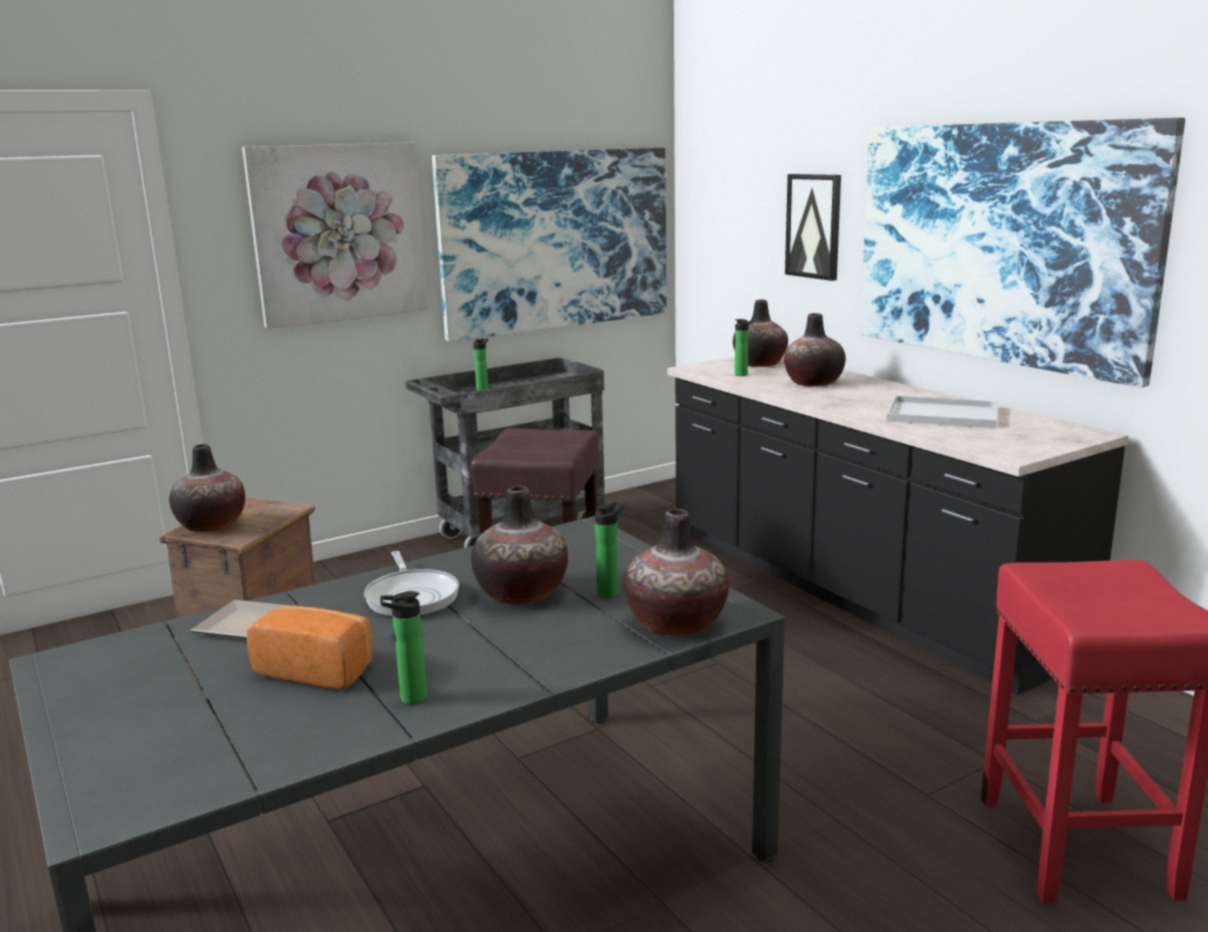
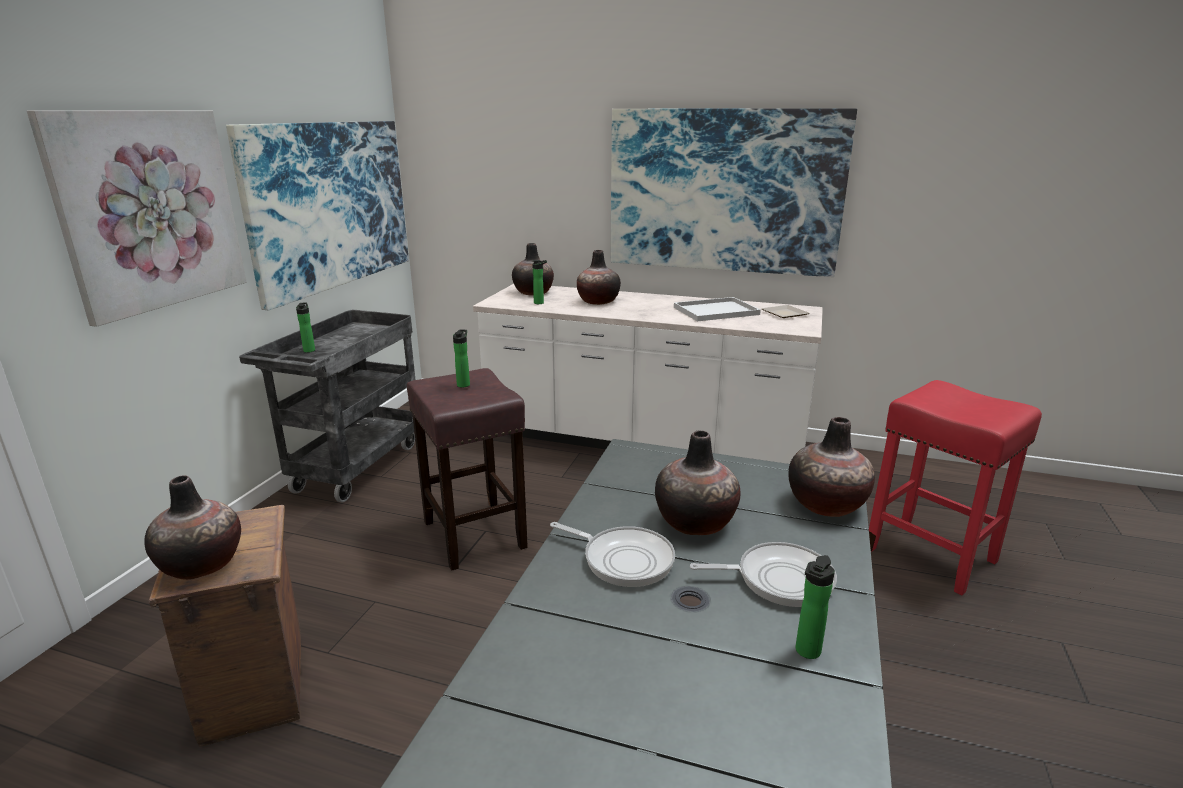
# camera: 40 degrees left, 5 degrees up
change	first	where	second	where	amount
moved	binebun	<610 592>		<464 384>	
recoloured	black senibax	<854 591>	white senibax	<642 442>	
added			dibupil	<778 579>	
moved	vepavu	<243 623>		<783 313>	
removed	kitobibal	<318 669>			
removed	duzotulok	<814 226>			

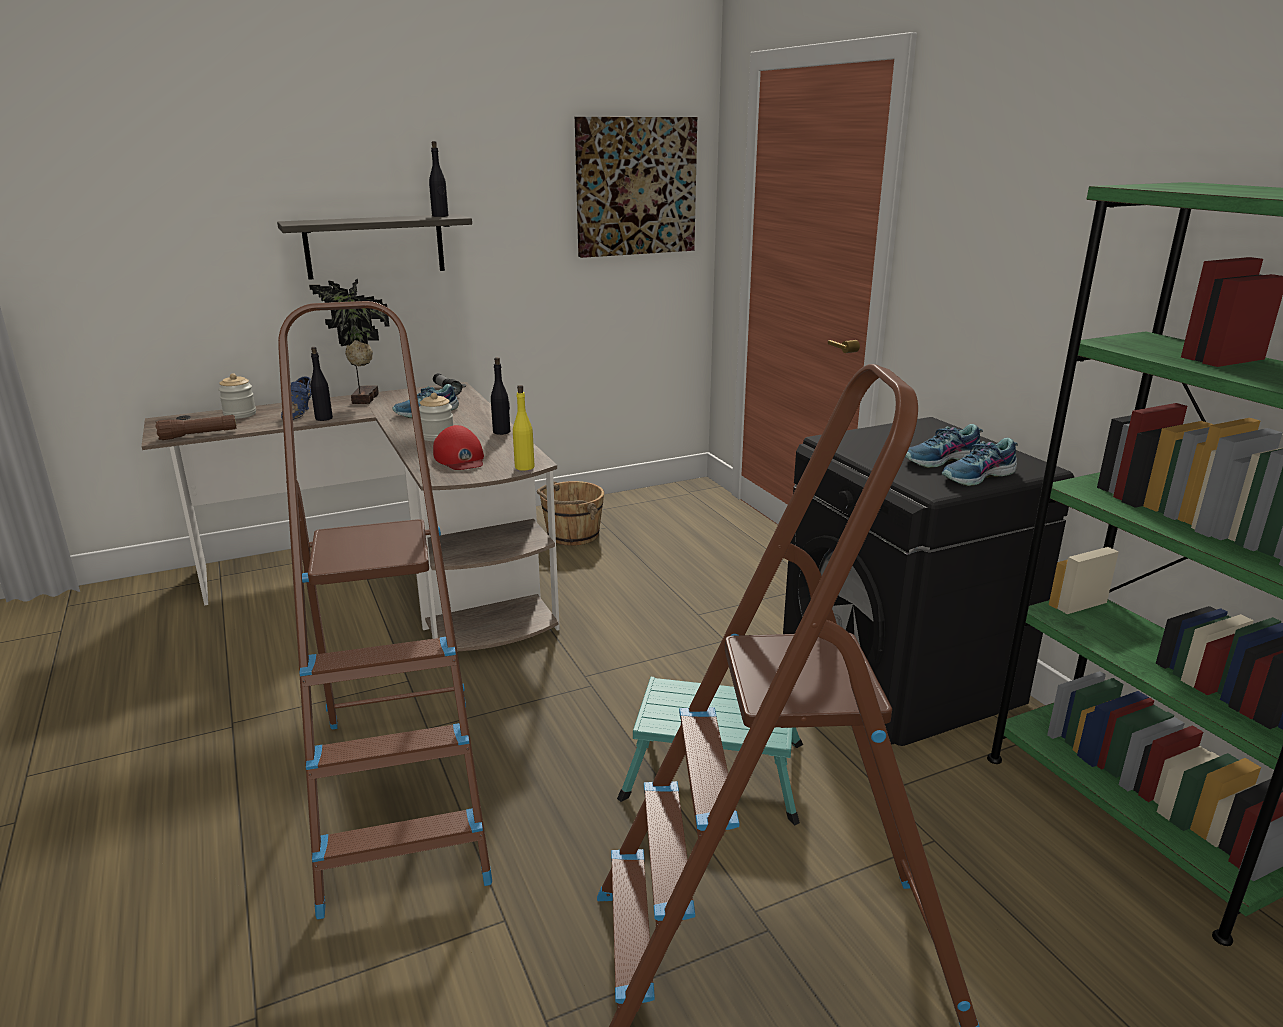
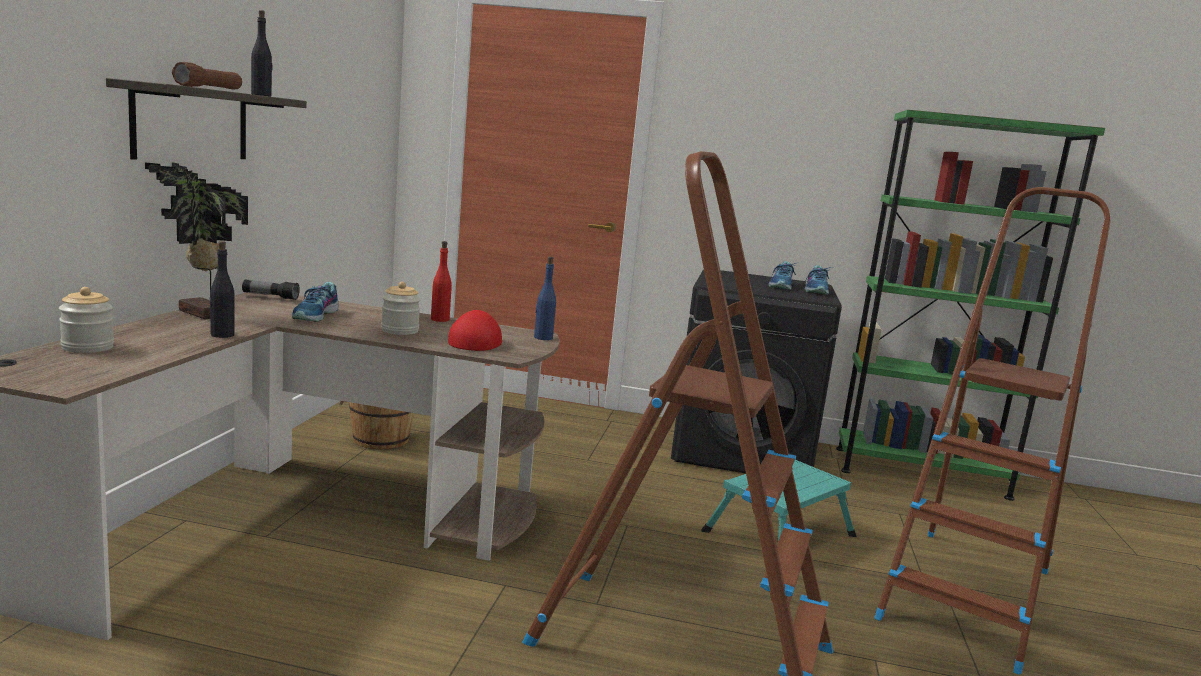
# camera: 55 degrees left, 10 degrees down
change	first	where	second	where	amount
moved	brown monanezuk	<198 435>		<209 89>	
recoloured	black binebun	<502 432>	red binebun	<440 319>	
turned	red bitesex	<460 458>		<477 341>	90 degrees counterclockwise
recoloured	yellow binebun	<524 467>	blue binebun	<543 338>	
removed	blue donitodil	<299 413>			
removed	duzotulok	<635 186>			

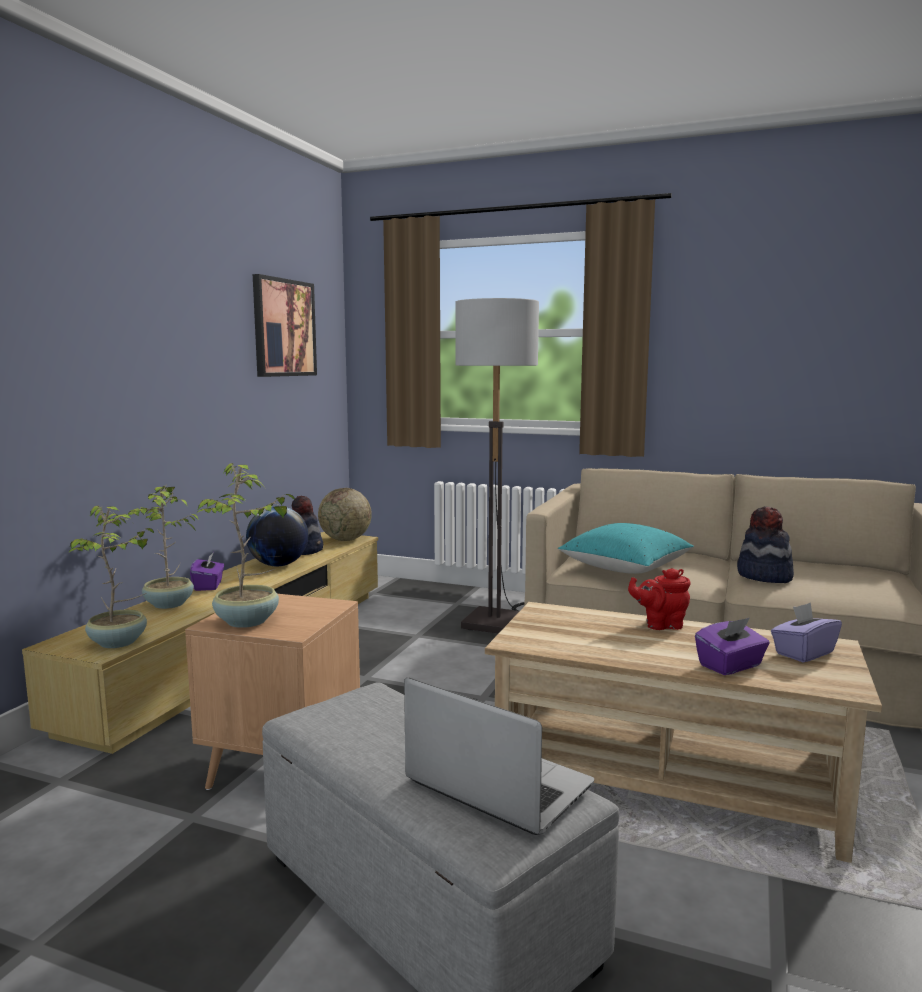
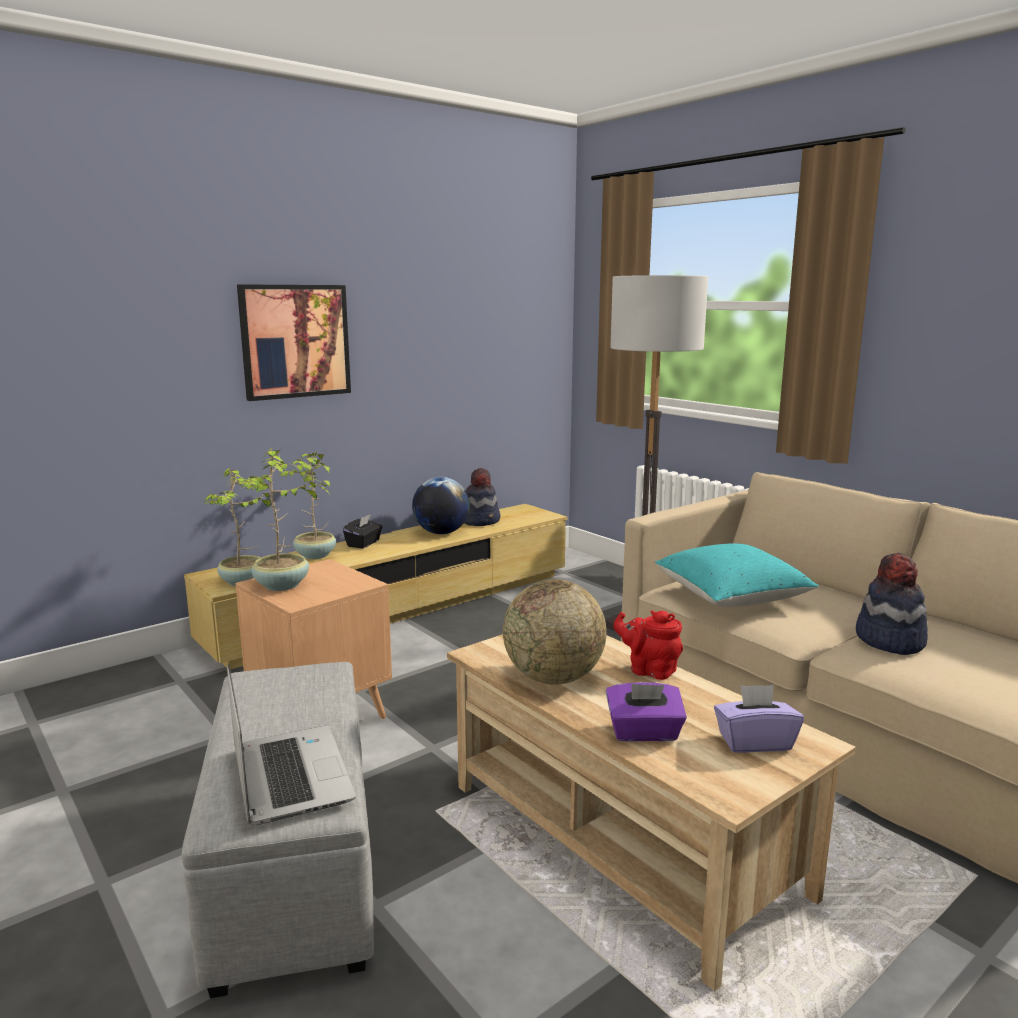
# camera: 30 degrees right, 5 degrees up
change	first	where	second	where	amount
moved	duzotulok	<284 328>		<295 341>	
recoloured	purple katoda	<208 586>	black katoda	<364 543>	
moved	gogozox	<345 540>		<554 678>	

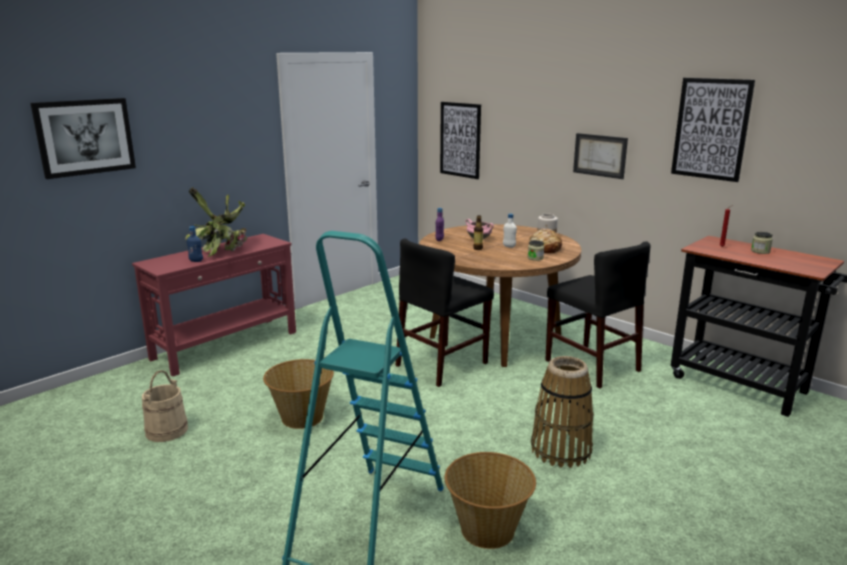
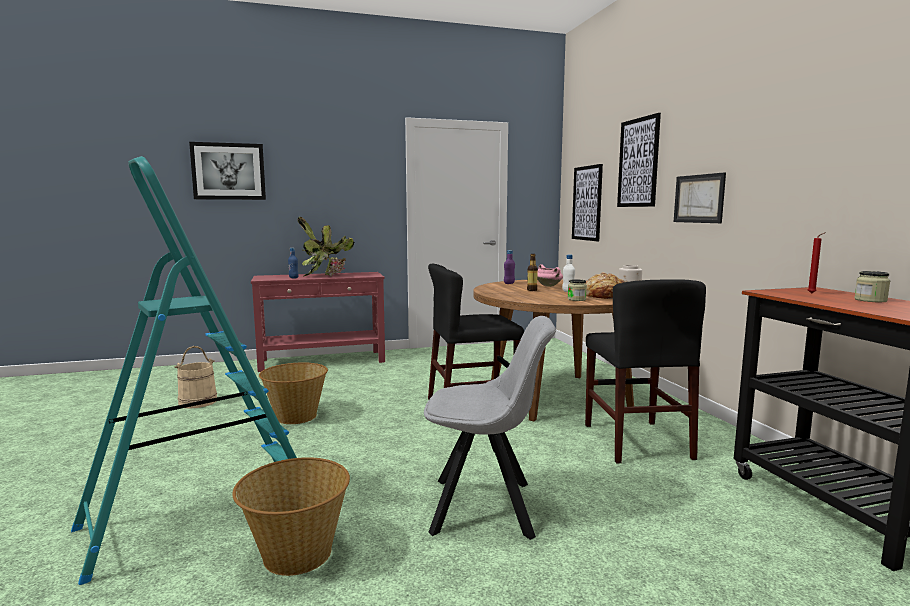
# camera: 30 degrees right, 10 degrees down
change	first	where	second	where	amount
replaced	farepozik	<561 450>	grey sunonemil	<486 507>	
moved	duzotulok	<711 129>		<638 163>	

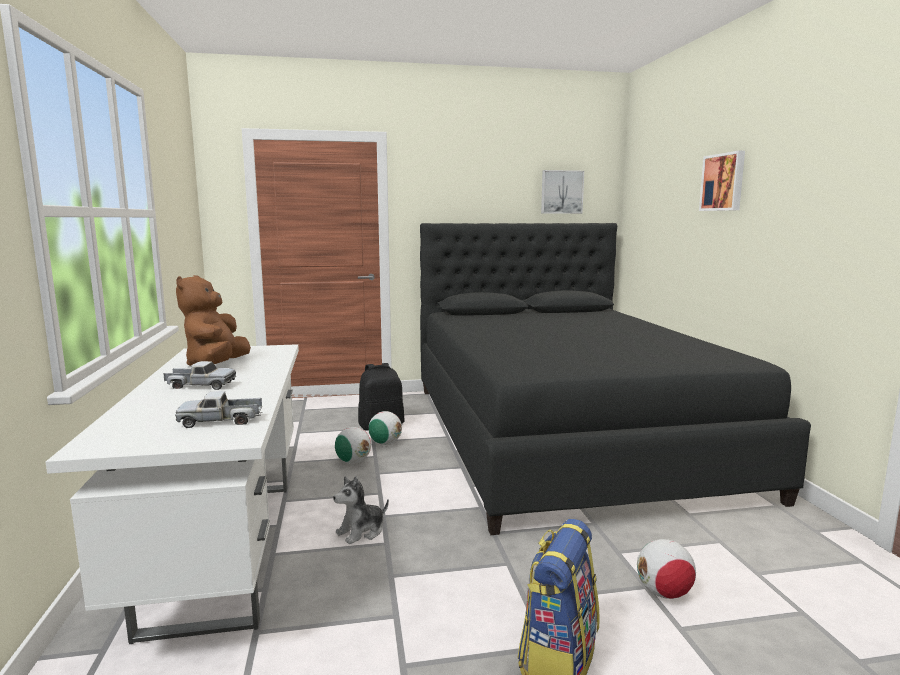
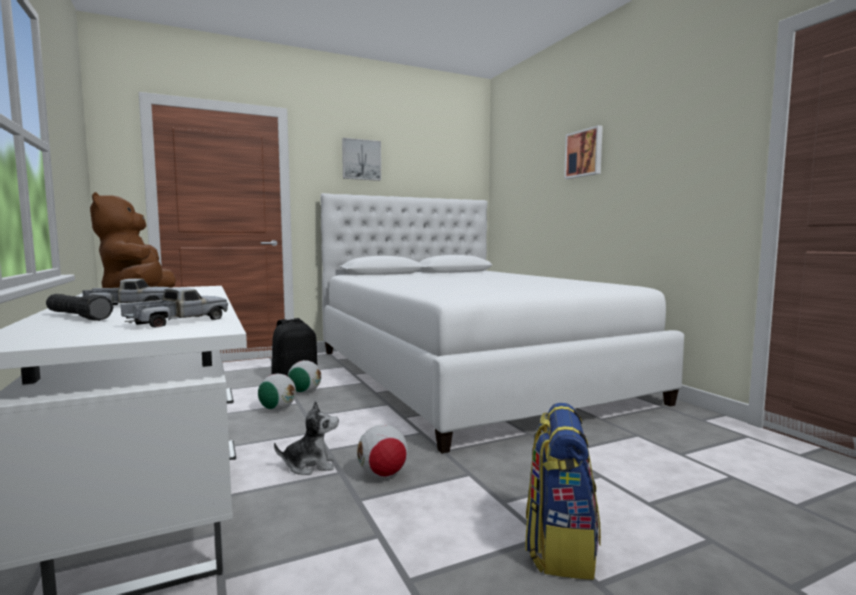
# camera: 15 degrees left, 5 degrees down
change	first	where	second	where	amount
added			black monanezuk	<78 317>	
turned	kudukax	<221 421>		<177 322>	150 degrees clockwise
turned	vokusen	<361 531>		<310 465>	135 degrees counterclockwise
recoloured	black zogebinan	<564 435>	white zogebinan	<467 374>	
moved	duzotulok	<561 192>		<361 160>	
moved	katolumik	<663 593>		<382 474>	

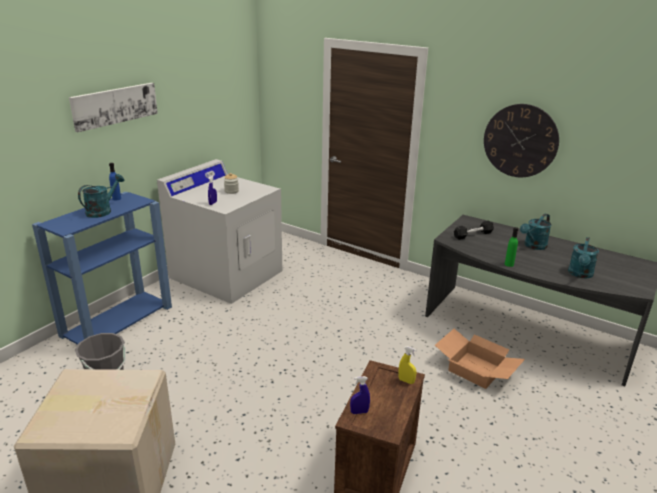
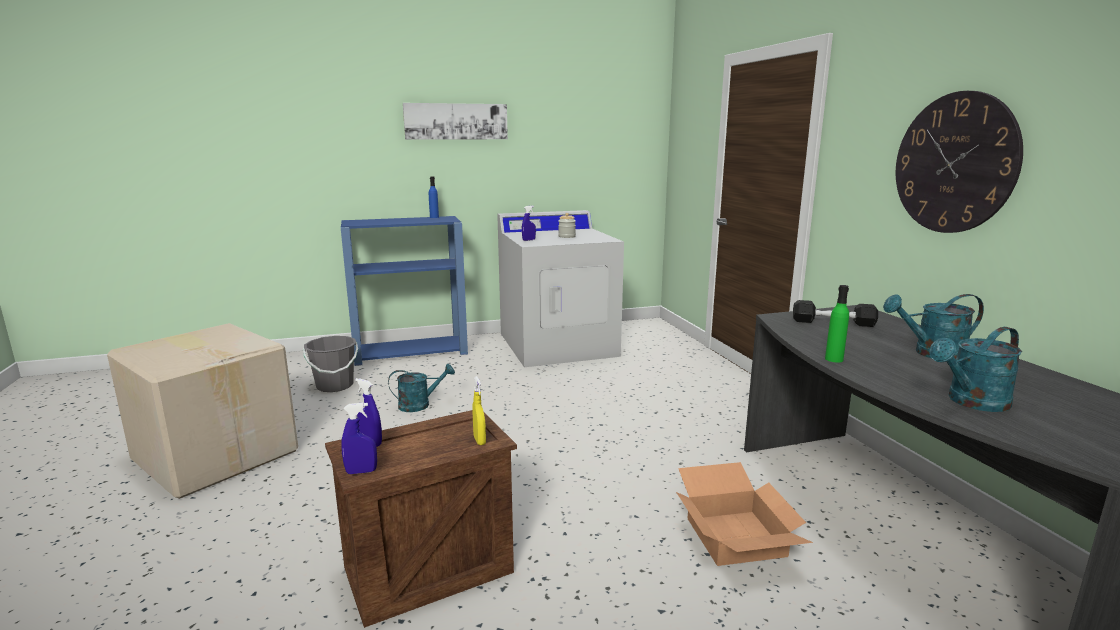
# camera: 40 degrees right, 10 degrees down
change	first	where	second	where	amount
added			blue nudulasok	<361 471>	
moved	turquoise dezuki	<102 211>		<420 405>	

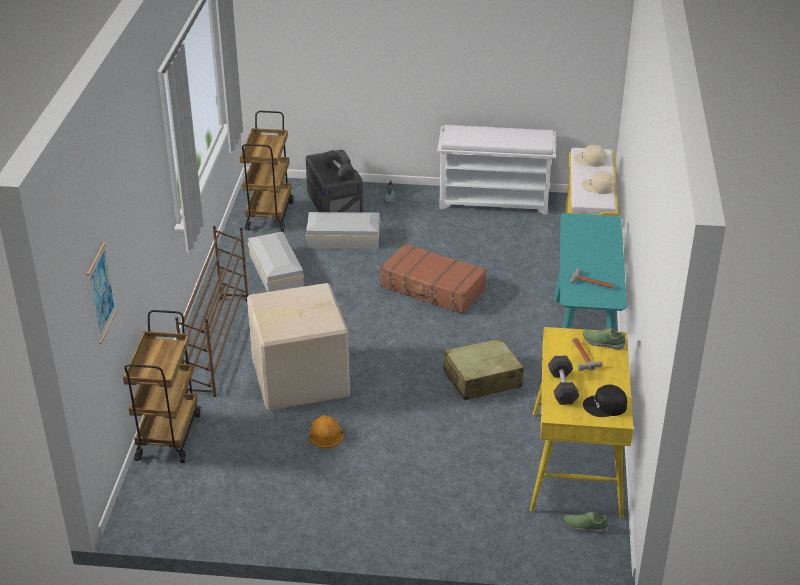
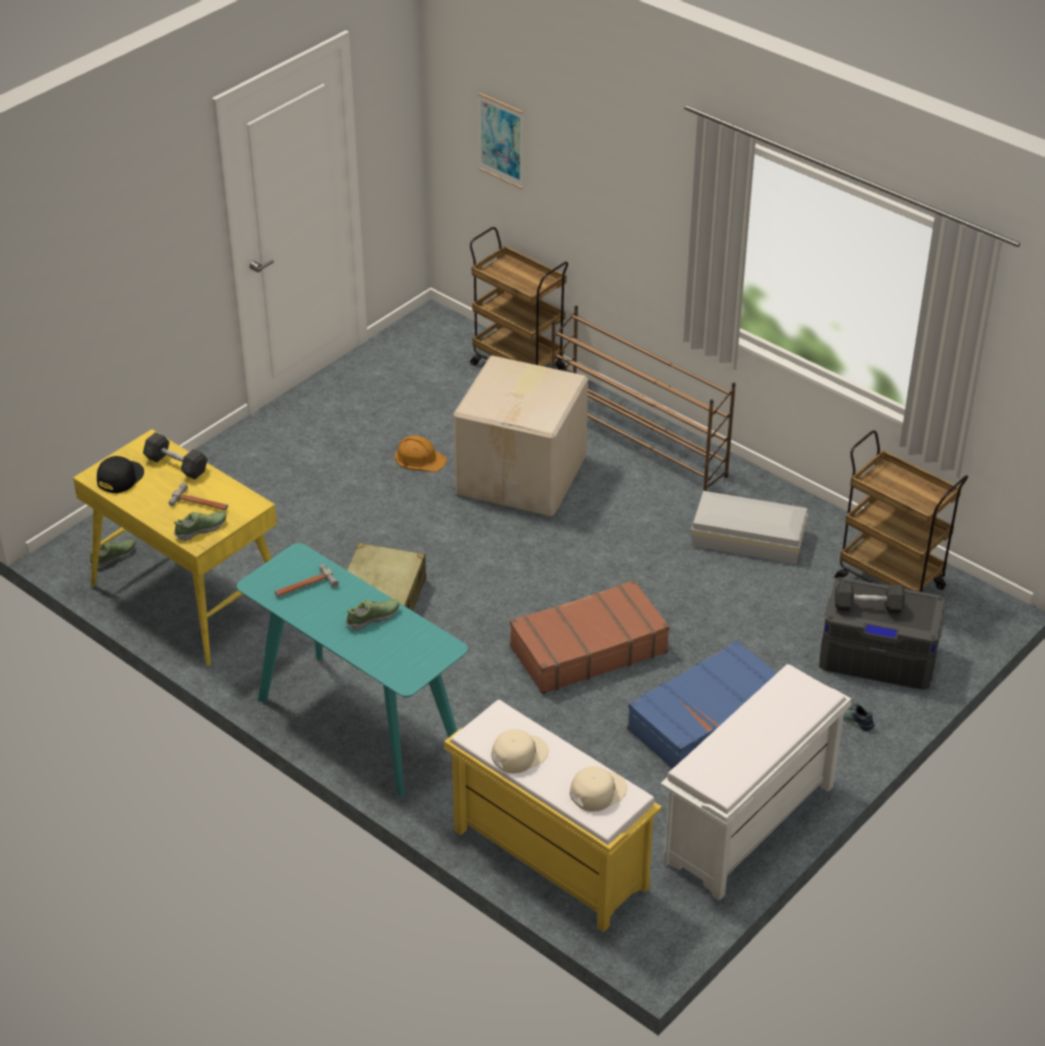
# camera: 125 degrees right, 5 degrees up
change	first	where	second	where	amount
added			donitodil	<373 618>	
added			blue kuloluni	<708 720>	
removed	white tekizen	<344 239>			

